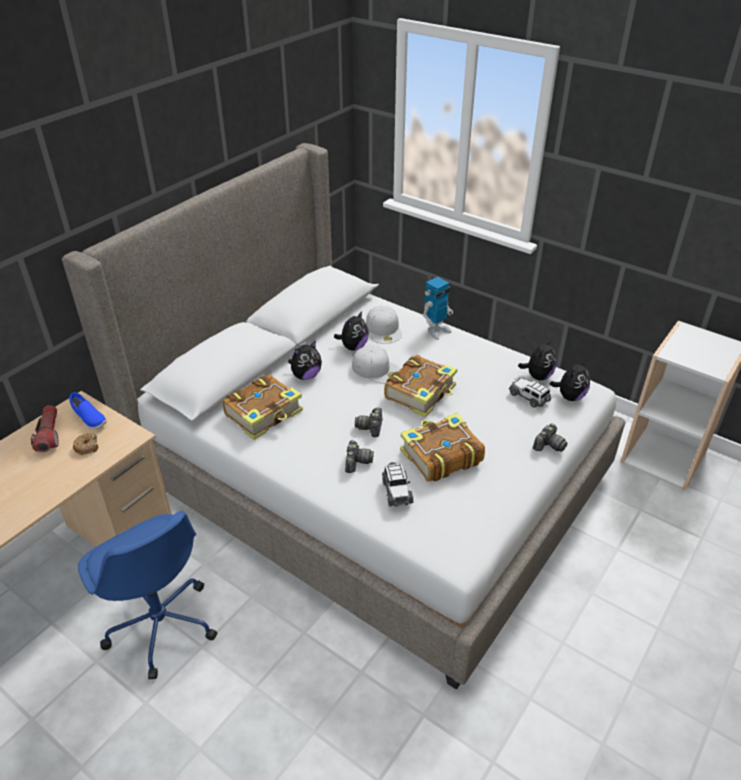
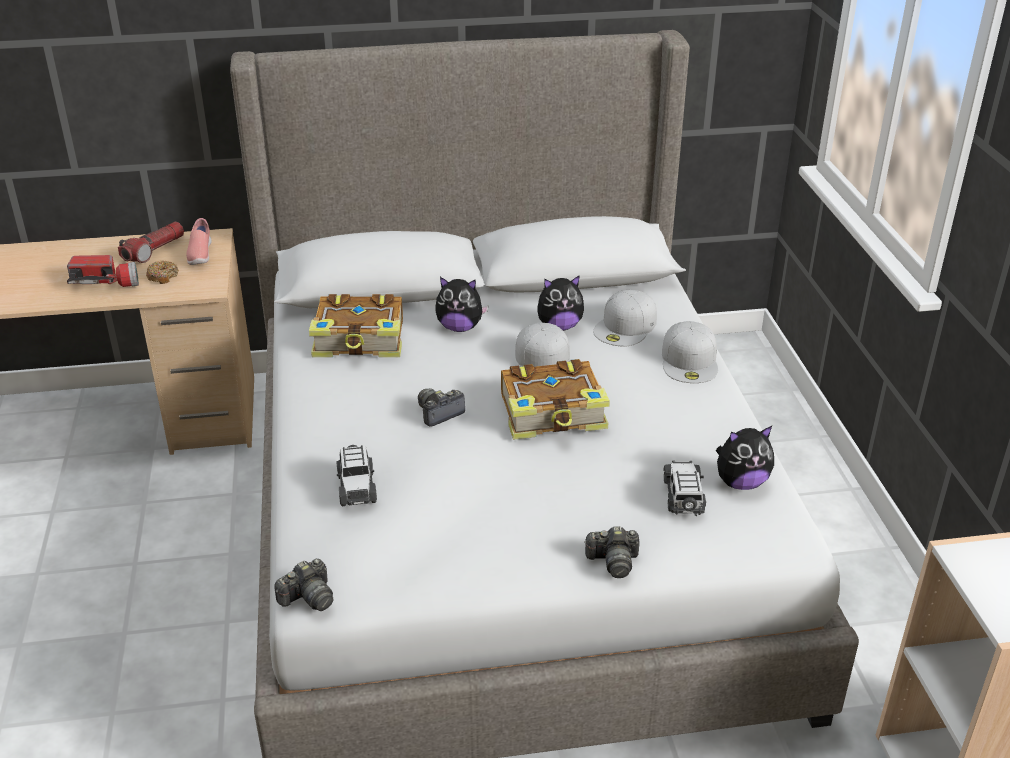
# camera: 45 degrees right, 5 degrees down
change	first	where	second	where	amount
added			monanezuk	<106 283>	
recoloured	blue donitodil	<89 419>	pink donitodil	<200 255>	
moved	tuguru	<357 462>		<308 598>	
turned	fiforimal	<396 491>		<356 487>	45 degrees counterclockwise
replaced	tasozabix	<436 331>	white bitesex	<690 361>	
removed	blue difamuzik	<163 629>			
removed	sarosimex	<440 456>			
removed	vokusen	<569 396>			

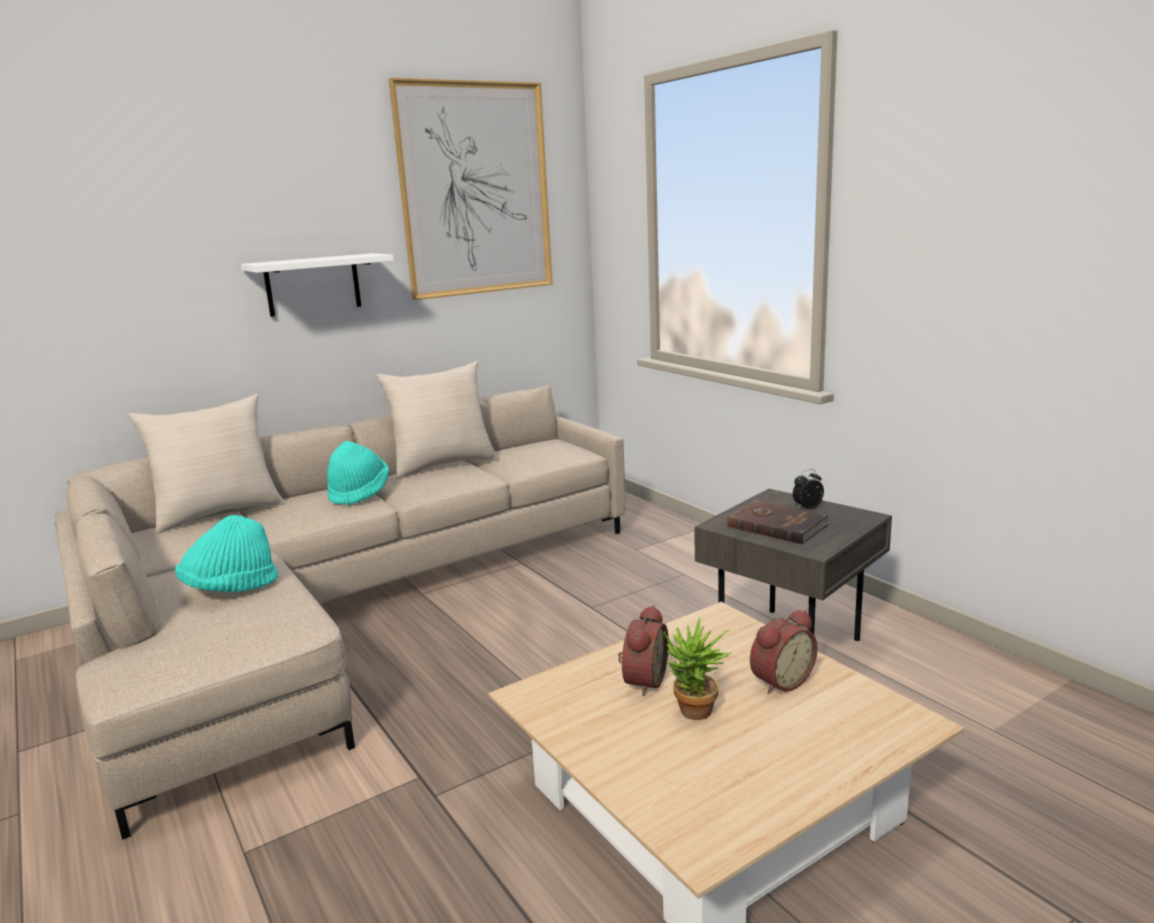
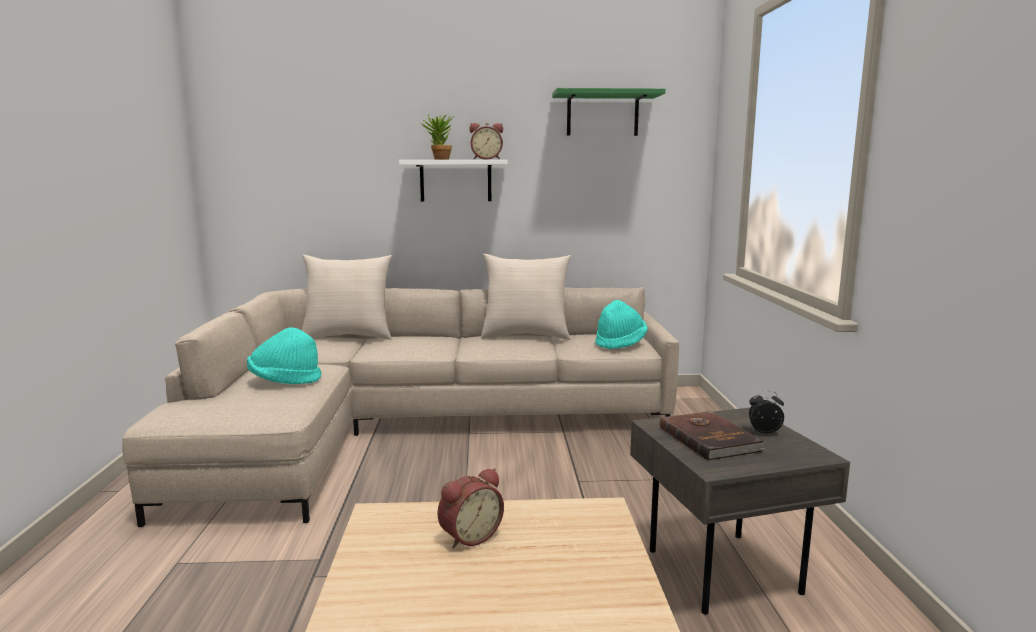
# camera: 30 degrees right, 5 degrees down
change	first	where	second	where	amount
moved	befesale	<694 715>		<439 159>	
moved	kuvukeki	<779 681>		<486 159>	
replaced	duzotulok	<475 190>	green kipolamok	<602 114>	
moved	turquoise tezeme	<359 493>		<620 343>	

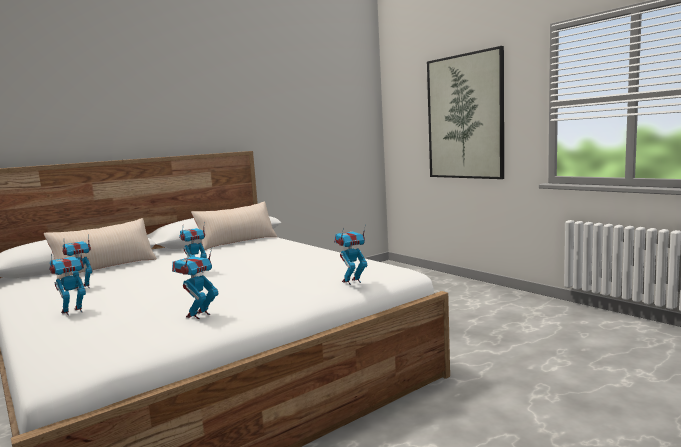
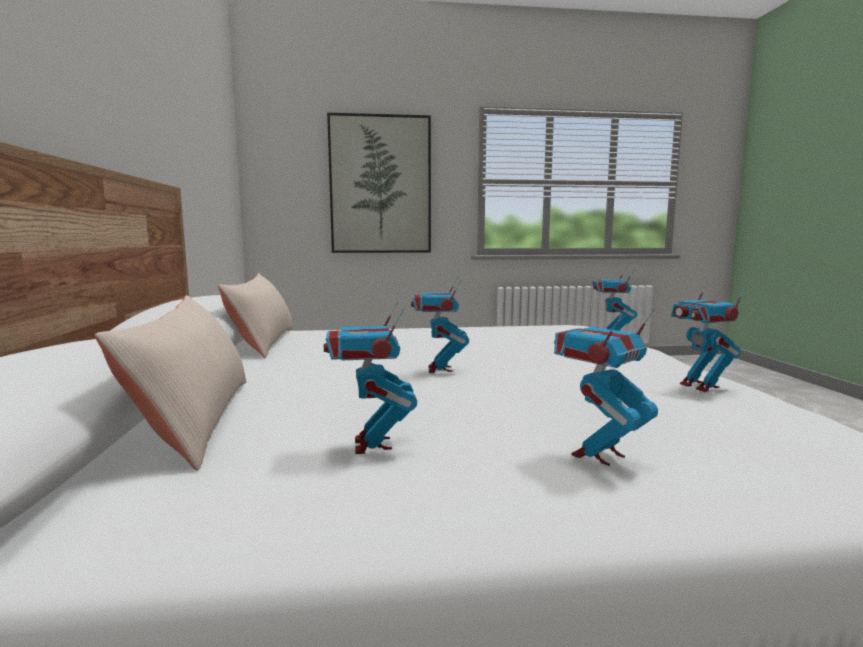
# camera: 60 degrees left, 0 degrees up
change	first	where	second	where	amount
turned	tasozabix	<73 312>		<598 455>	60 degrees clockwise

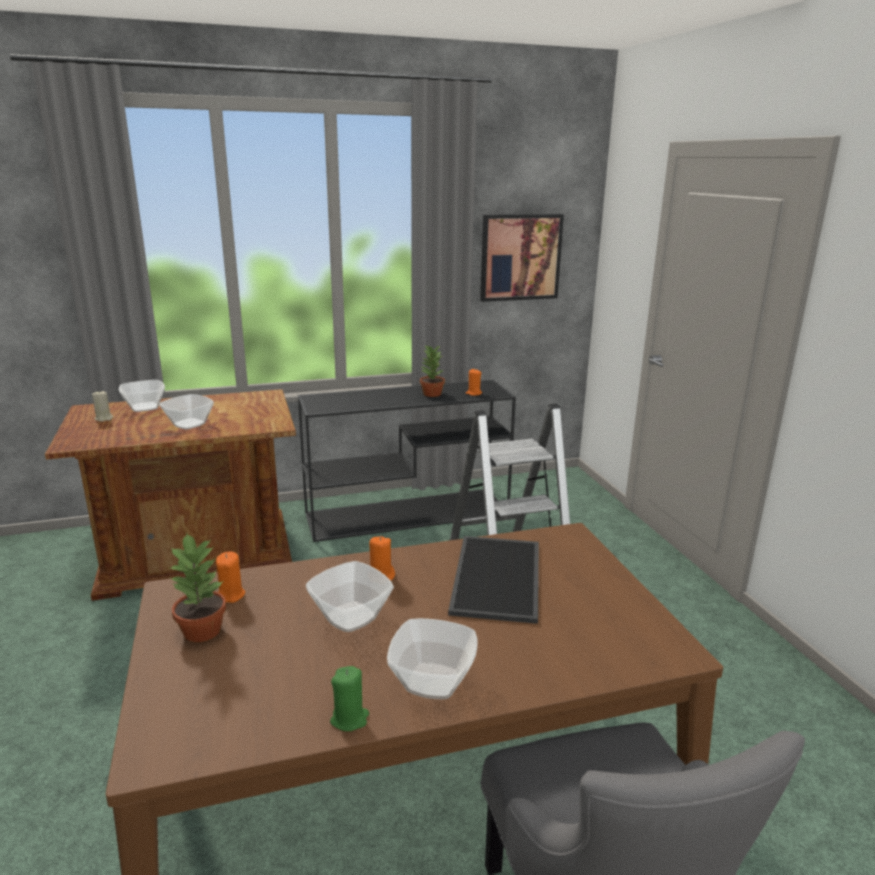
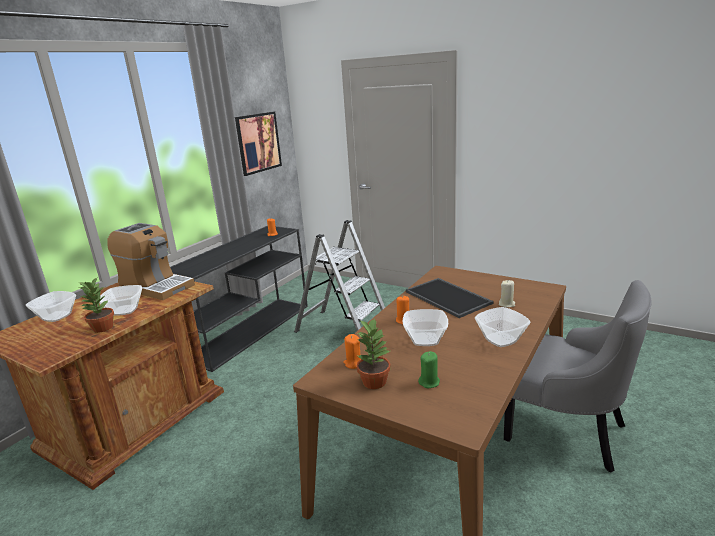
# camera: 40 degrees left, 0 degrees up
change	first	where	second	where	amount
moved	befesale	<431 394>		<102 328>	
added			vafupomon	<156 286>	
moved	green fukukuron	<349 719>		<429 382>	
moved	beige fukukuron	<104 418>		<507 304>	

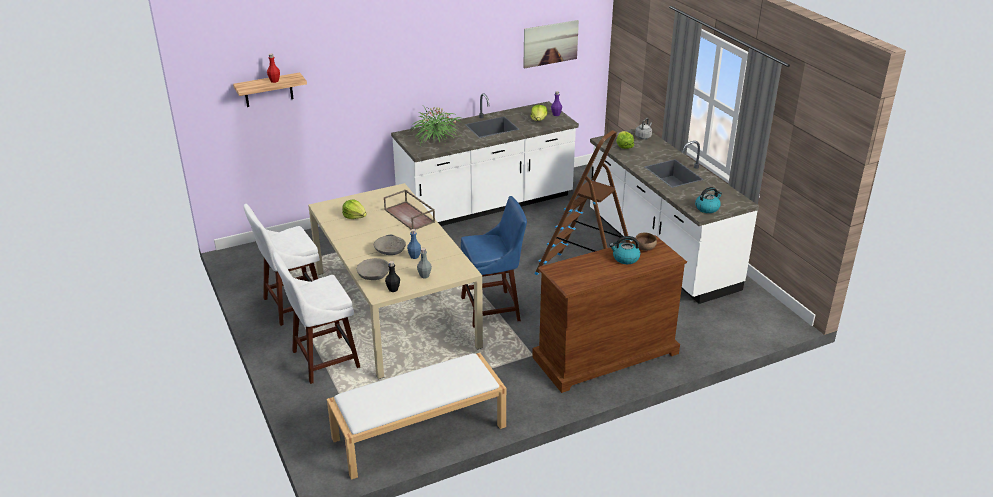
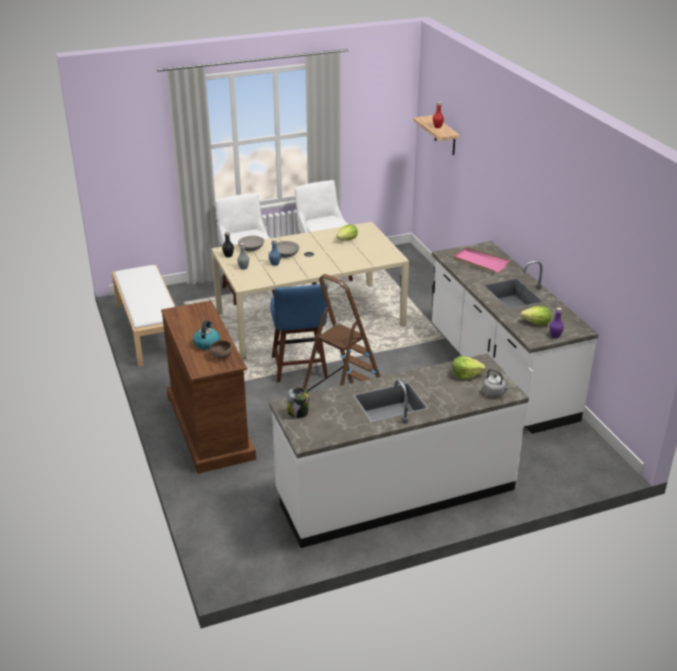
# camera: 95 degrees right, 0 degrees up
change	first	where	second	where	amount
replaced	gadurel	<707 208>	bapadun	<298 412>	
replaced	befesale	<436 138>	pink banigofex	<480 262>	
removed	brown banigofex	<410 216>			
removed	duzotulok	<550 43>			

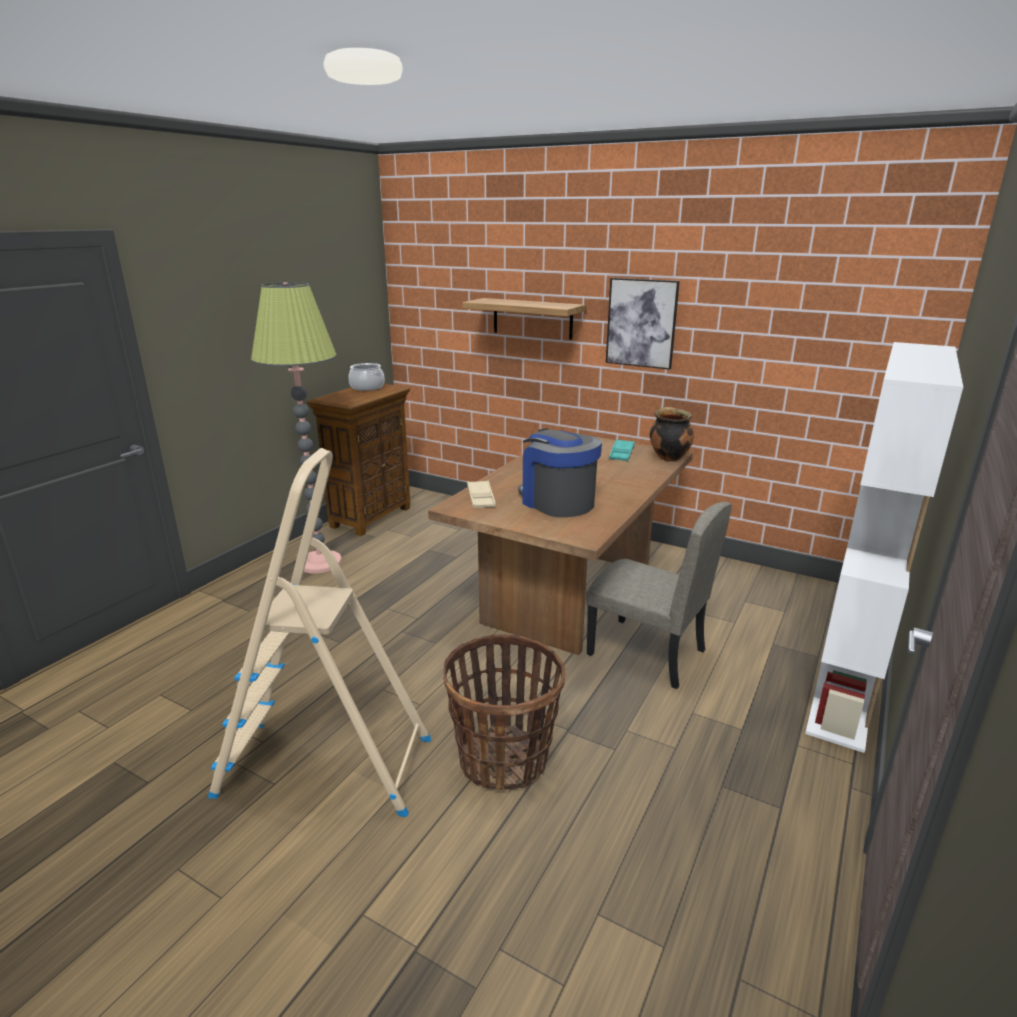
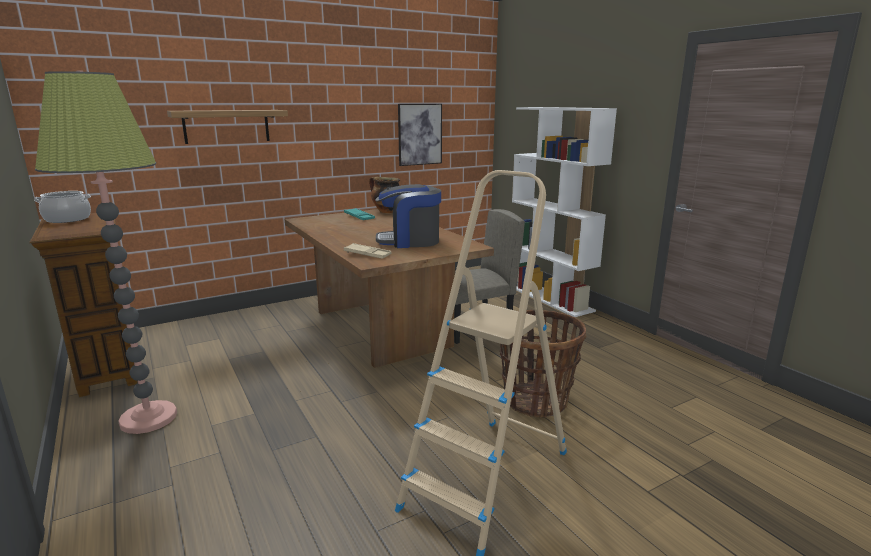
# camera: 60 degrees left, 5 degrees down
change	first	where	second	where	amount
moved	duzotulok	<641 323>		<419 134>	

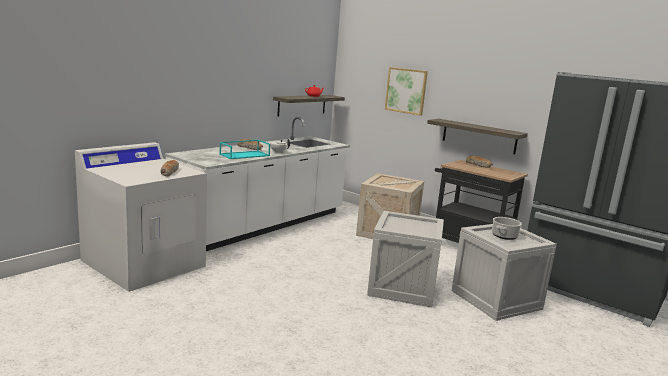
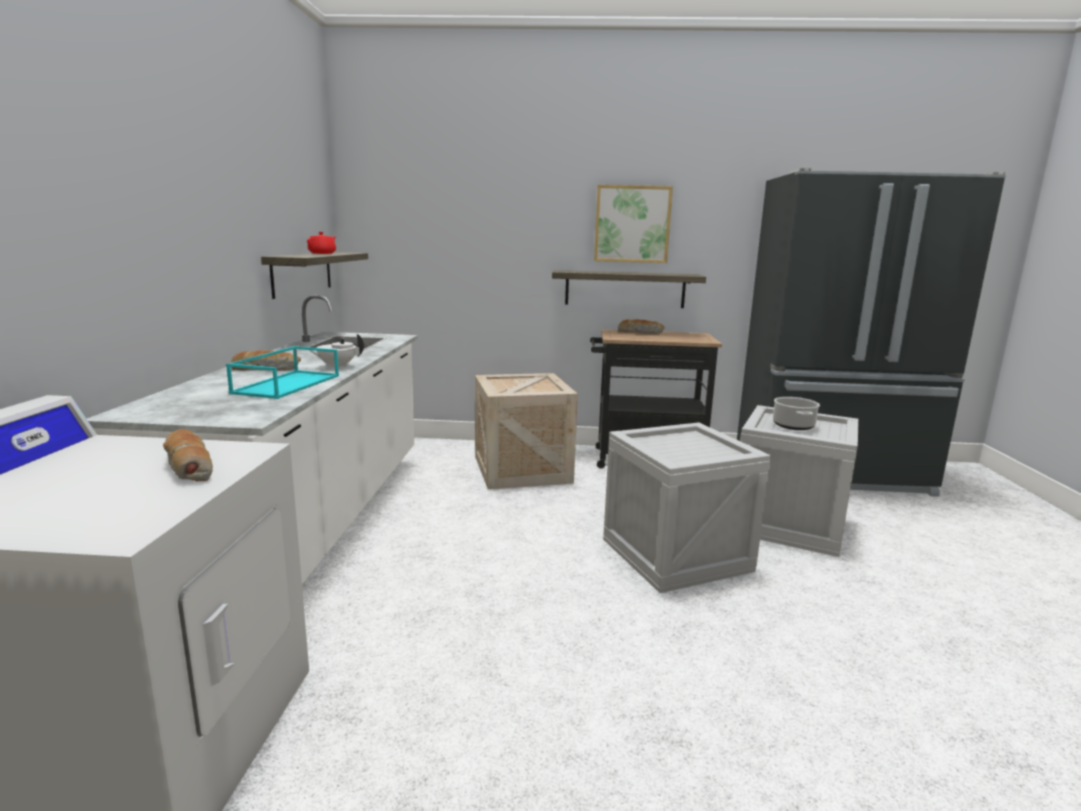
# camera: 35 degrees left, 0 degrees up
change	first	where	second	where	amount
moved	duzotulok	<406 91>		<632 224>	

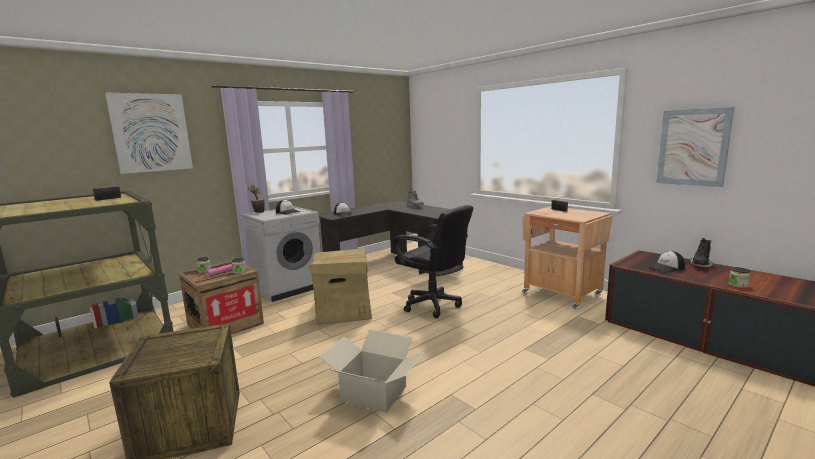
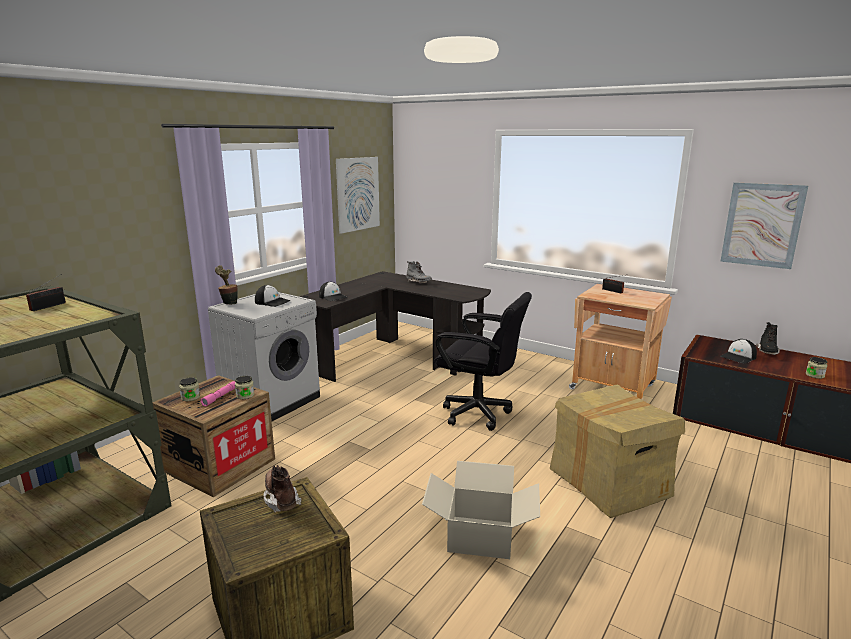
# camera: 15 degrees left, 5 degrees up
change	first	where	second	where	amount
added			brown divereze	<281 499>	
moved	duzotulok	<151 133>		<358 194>	
moved	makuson	<343 310>		<609 483>	

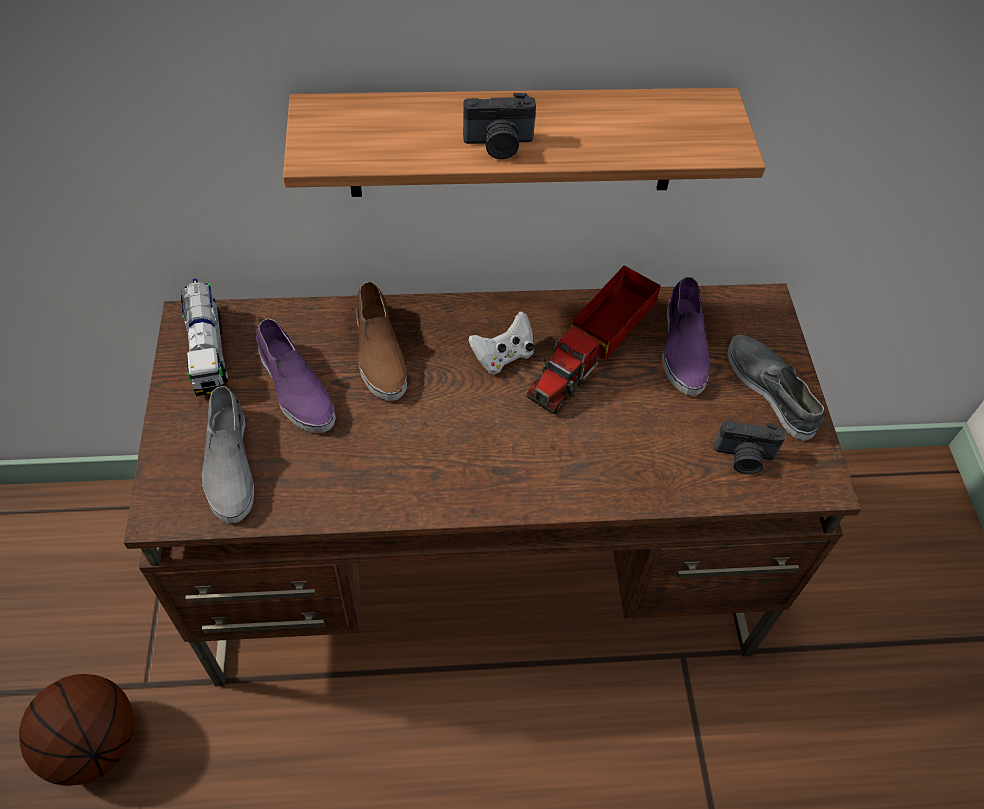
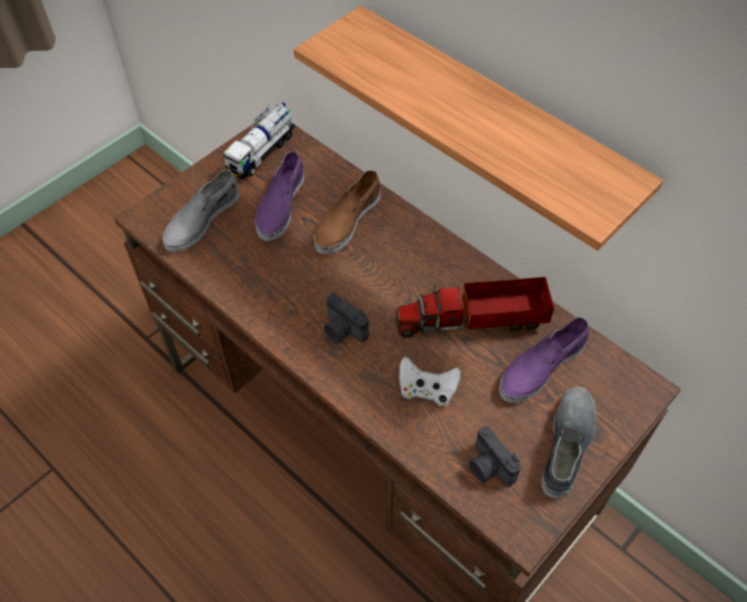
# camera: 50 degrees right, 0 degrees up
change	first	where	second	where	amount
moved	tuguru	<499 145>		<342 330>	
moved	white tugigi	<503 356>		<426 390>	
removed	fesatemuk	<92 743>			

